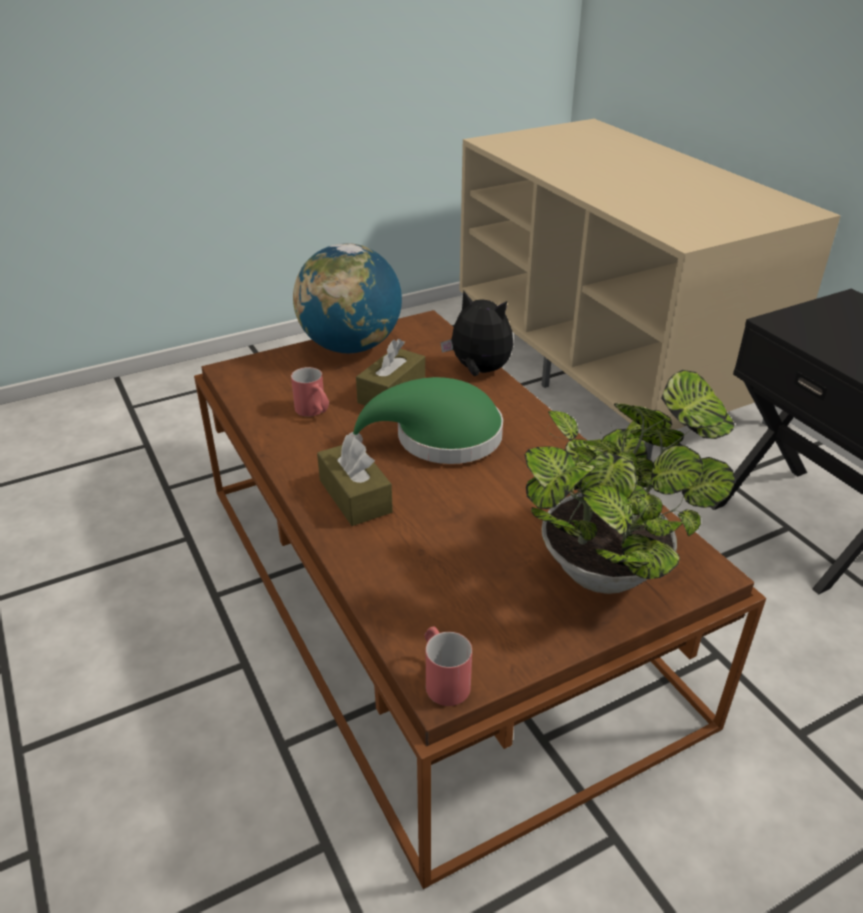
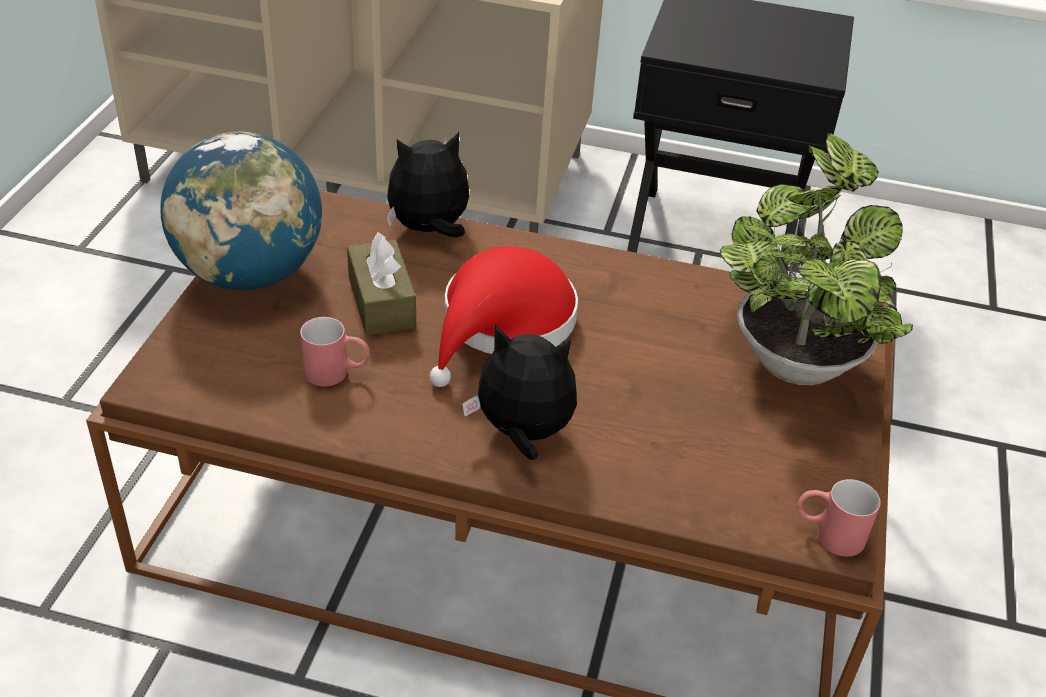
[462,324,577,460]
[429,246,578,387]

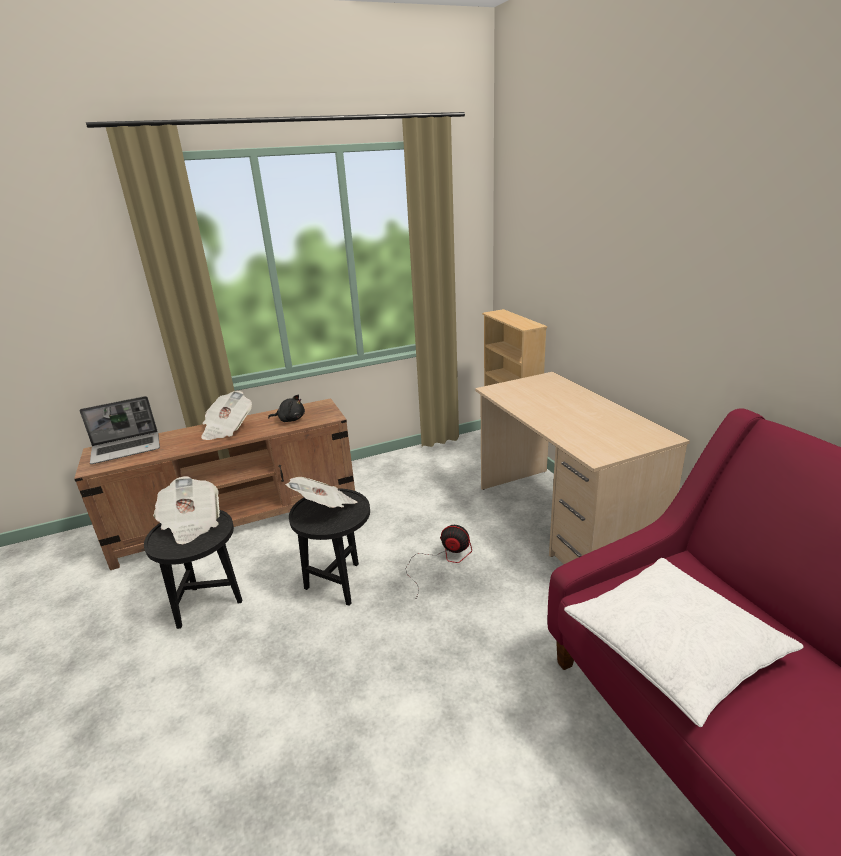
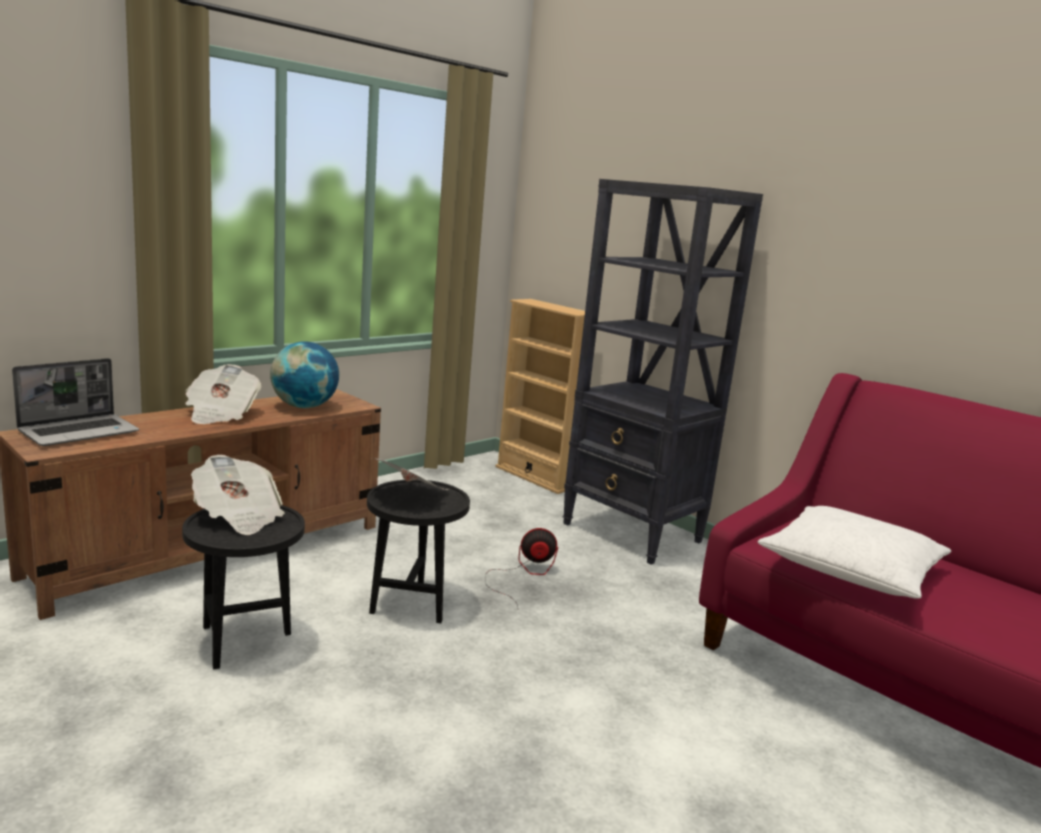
[270,341,339,408]
[563,179,763,565]

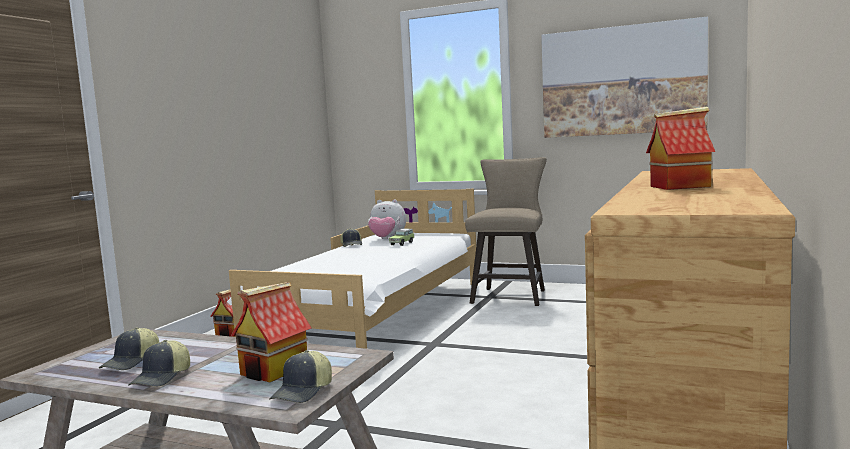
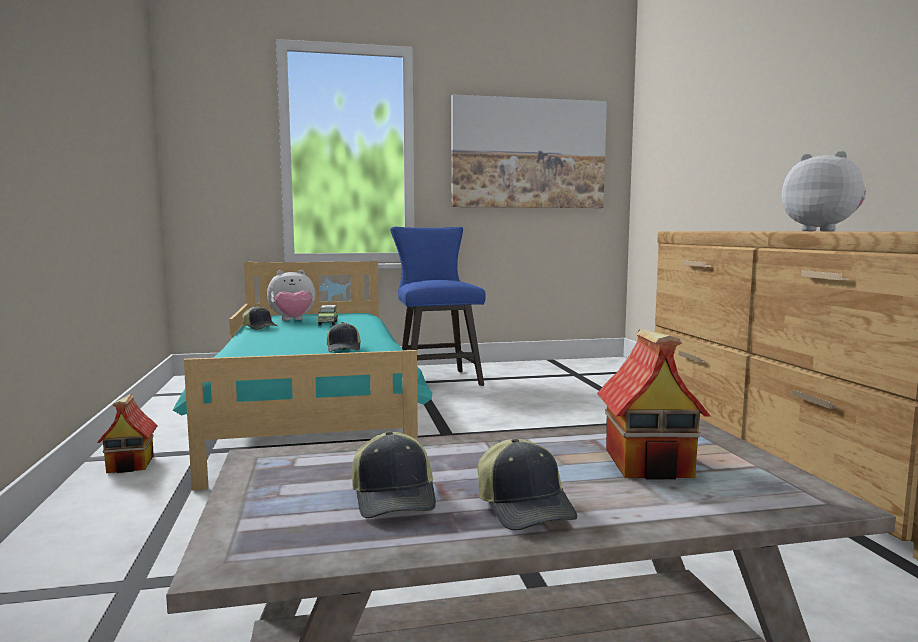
[327,322,361,352]
[782,150,866,231]
[173,261,432,491]
[390,227,486,386]

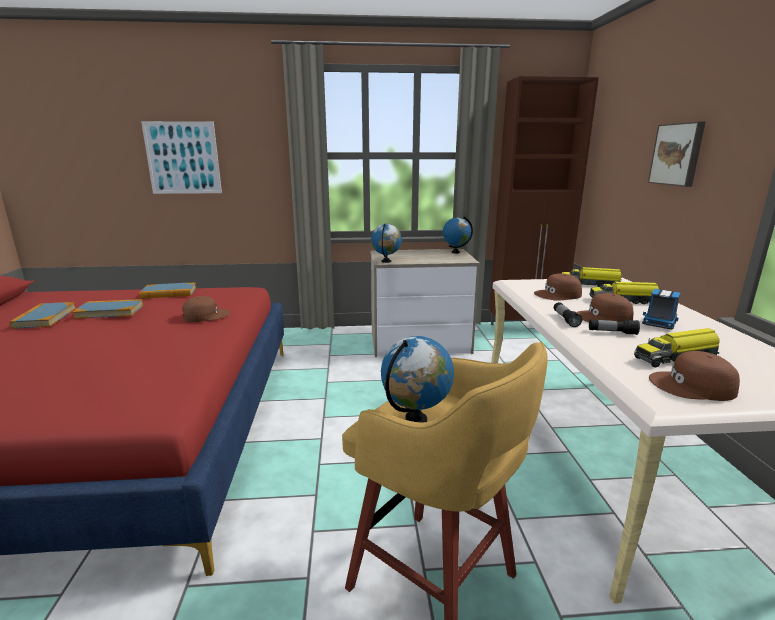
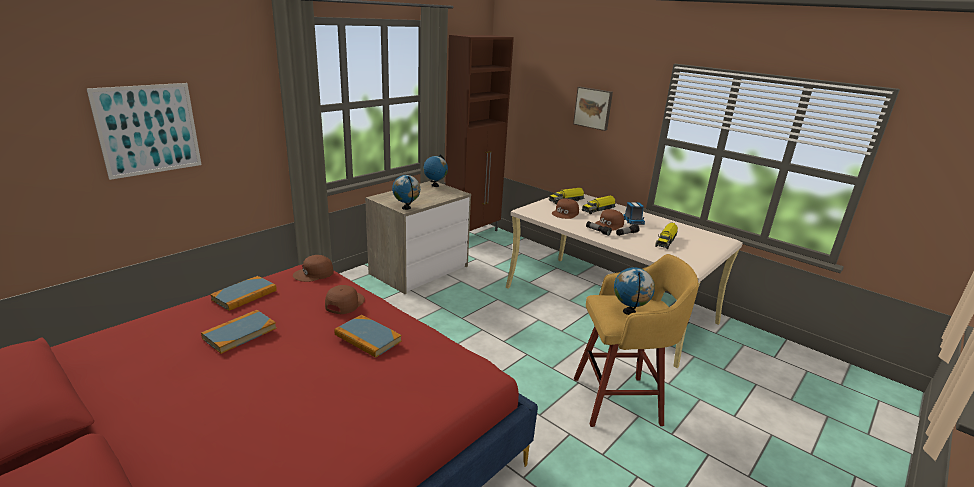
[334,315,402,358]
[293,255,333,282]

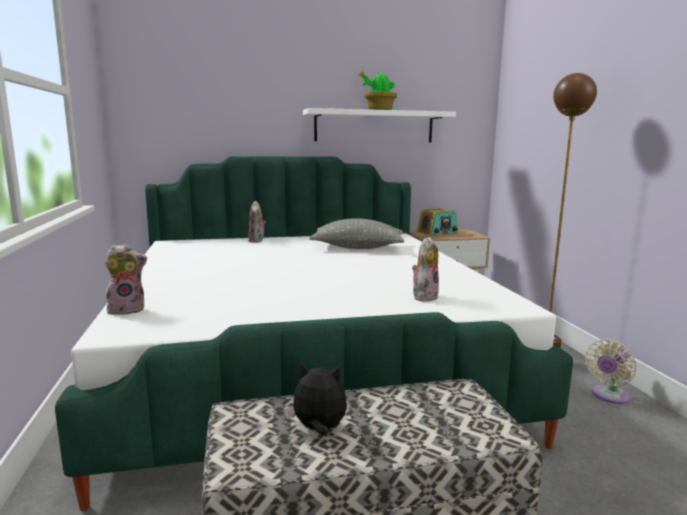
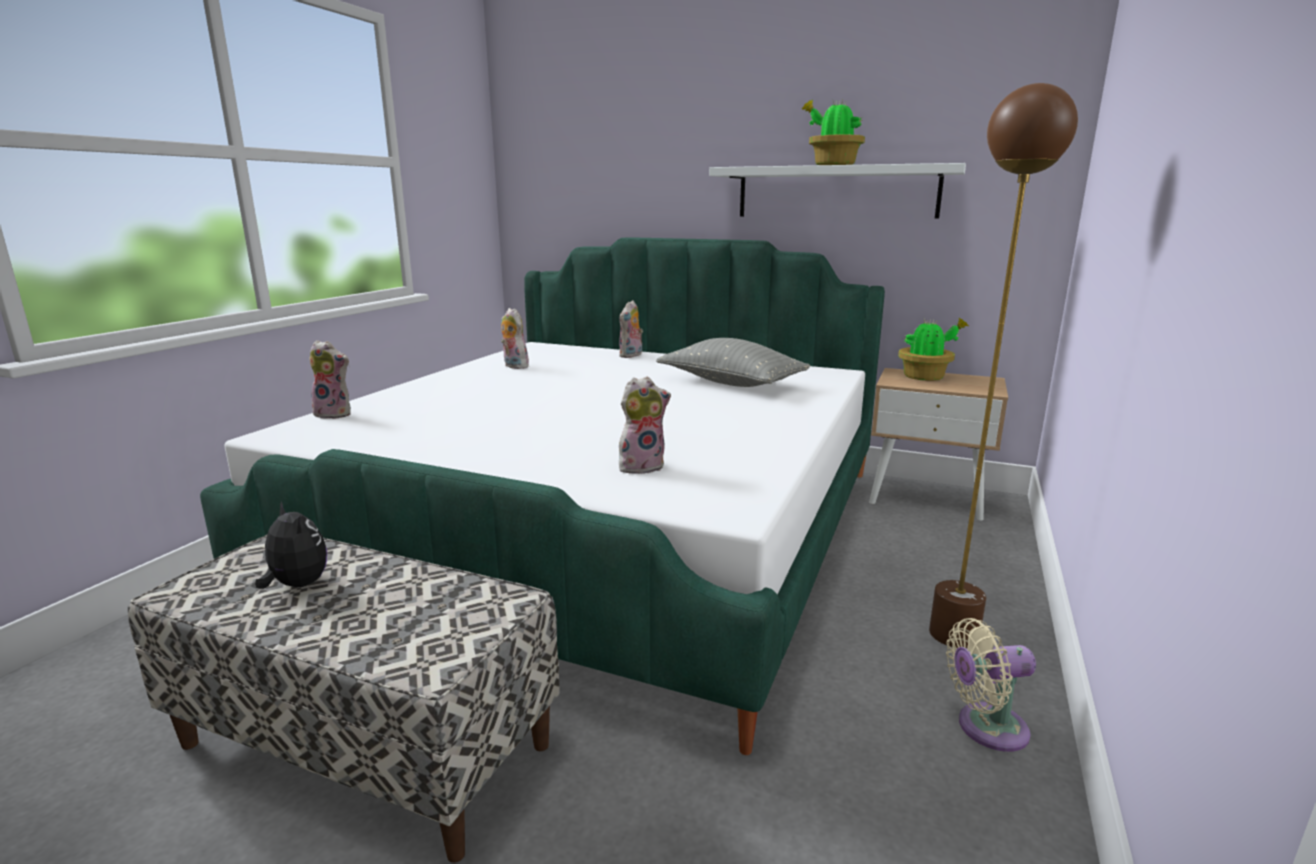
[501,308,529,369]
[898,318,969,381]

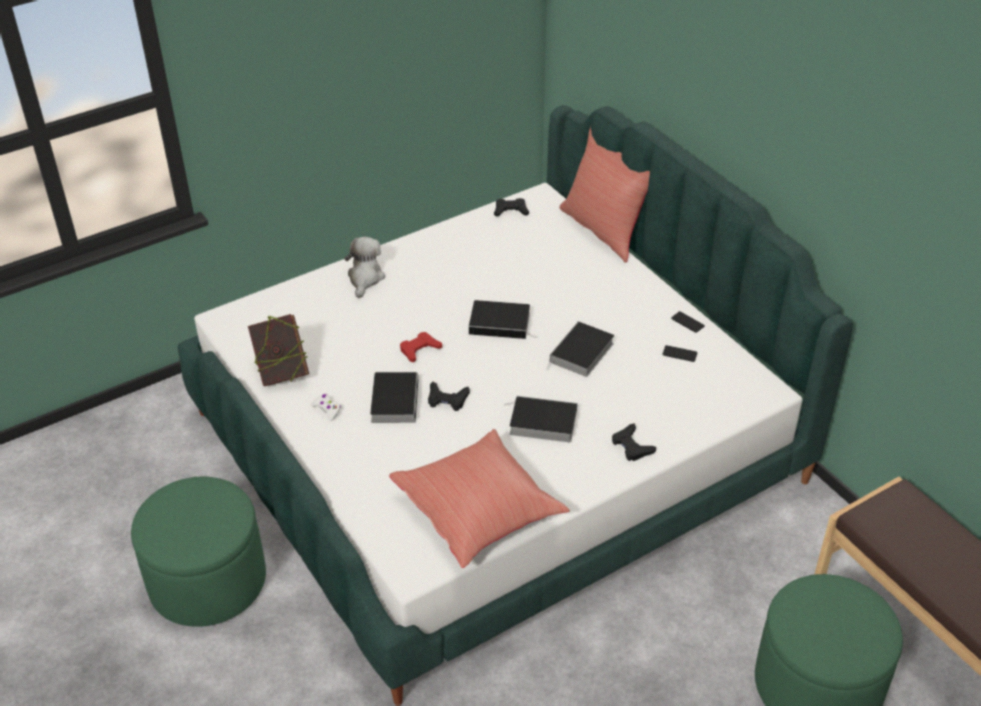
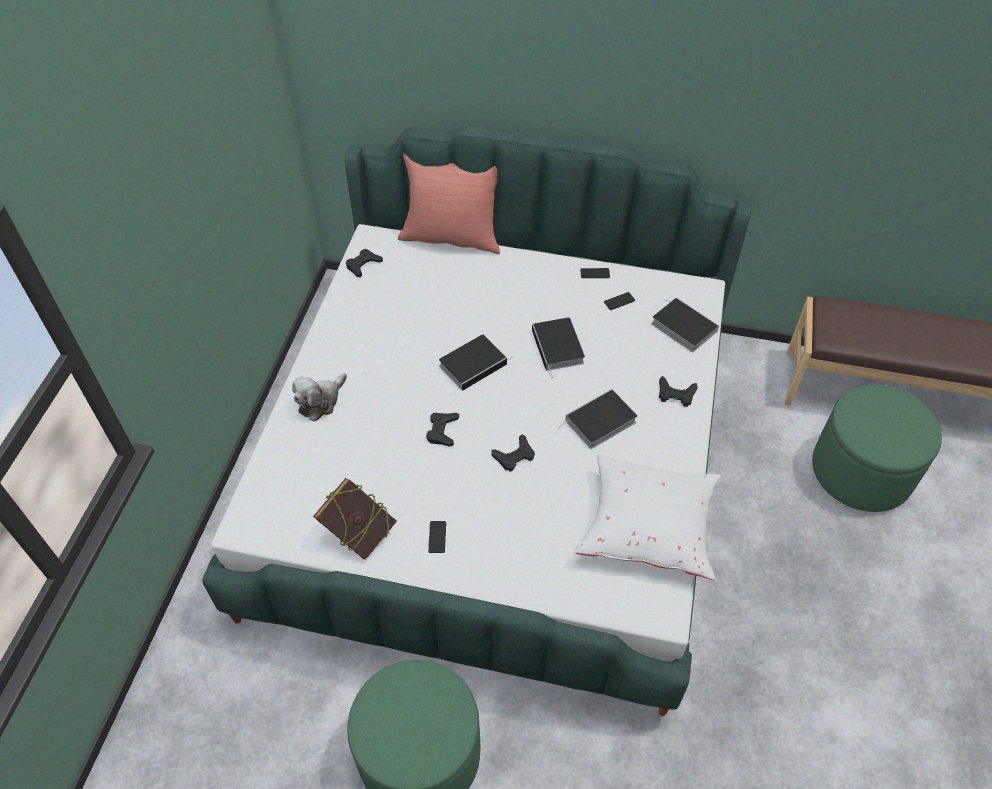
[651,297,719,352]
[428,521,446,553]
[574,454,721,580]
[426,413,459,447]
[292,373,347,422]

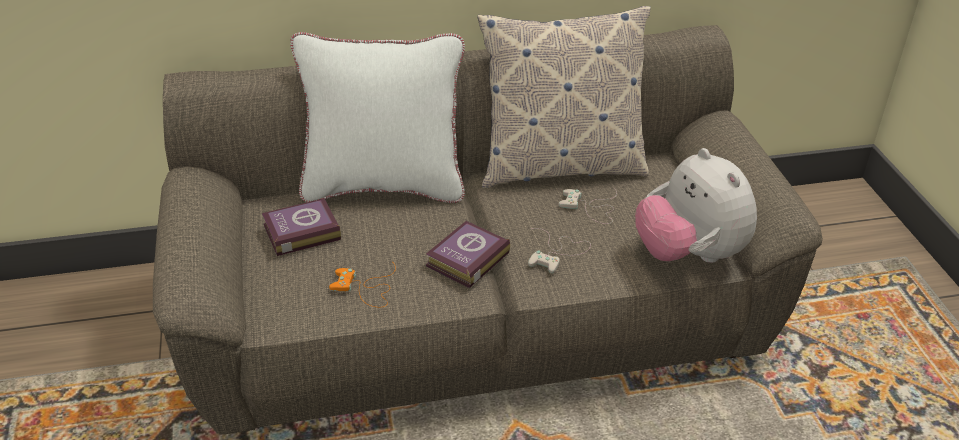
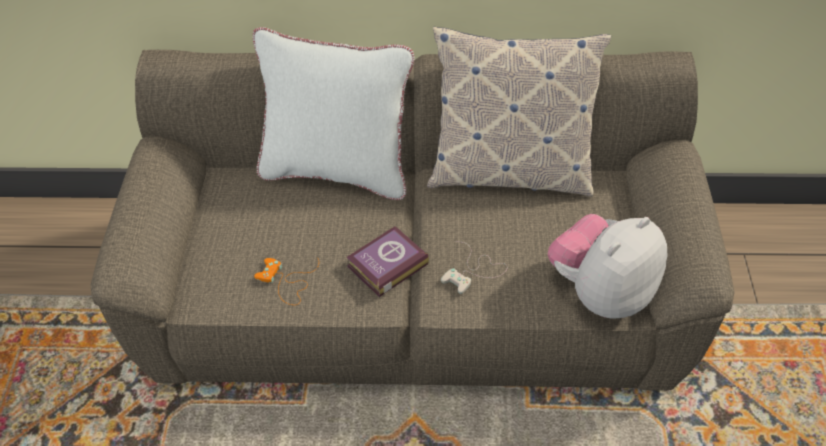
[262,198,341,256] (first image)
[559,187,617,224] (first image)
[548,214,667,319]

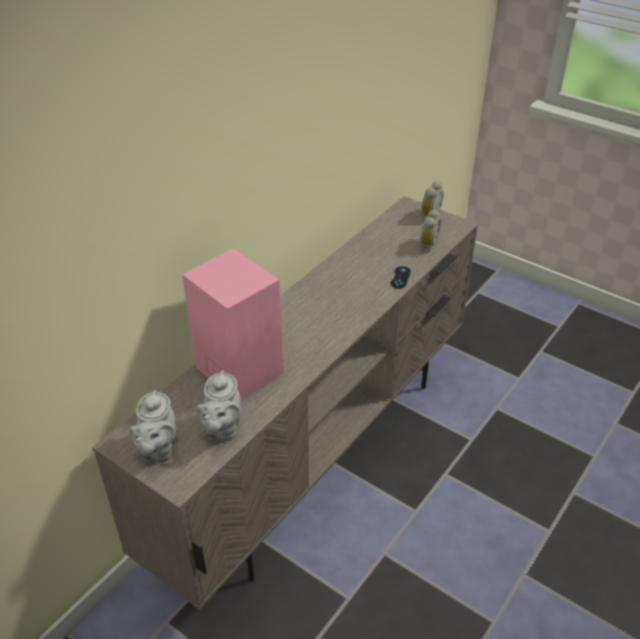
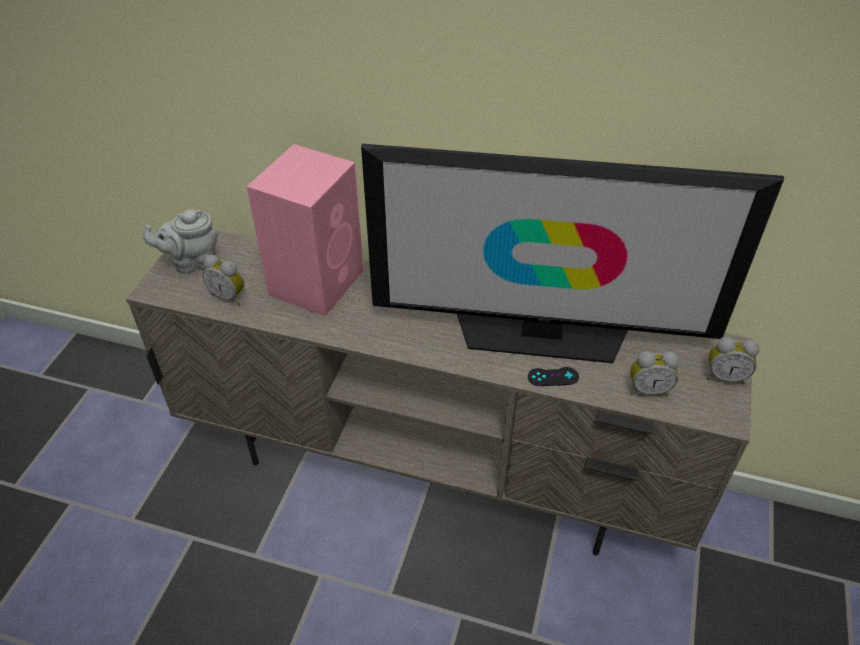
[361,144,784,363]
[203,255,244,305]

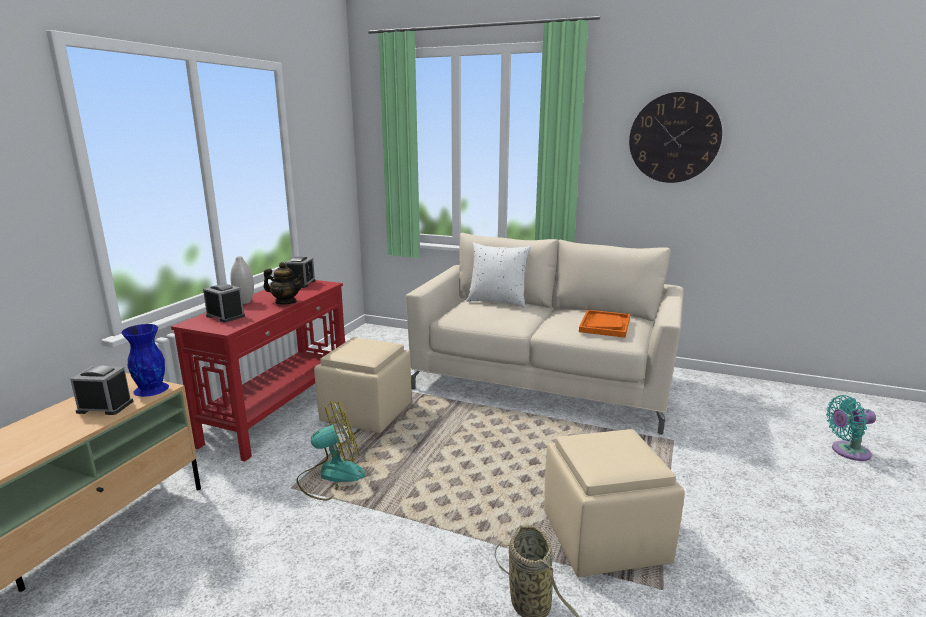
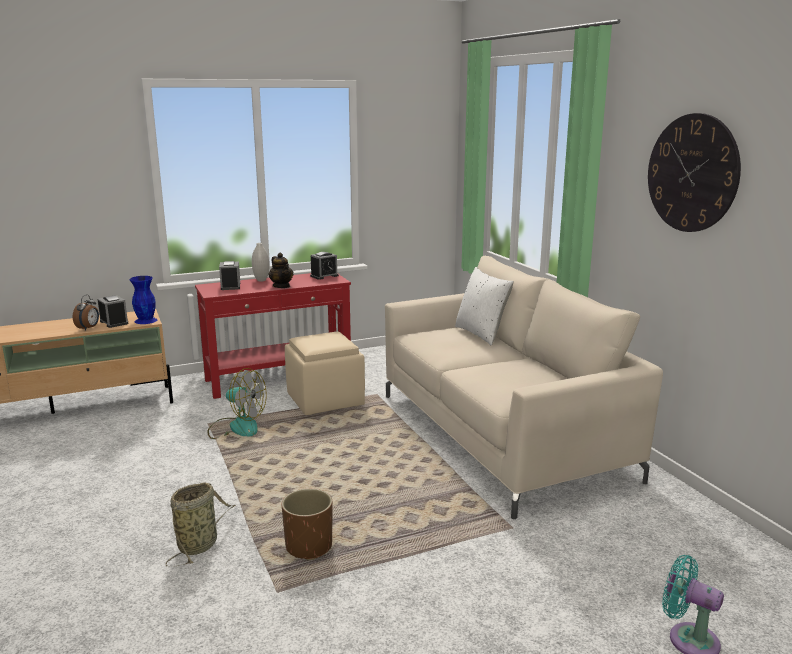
[579,310,630,338] (first image)
[73,295,99,331]
[281,489,332,560]

